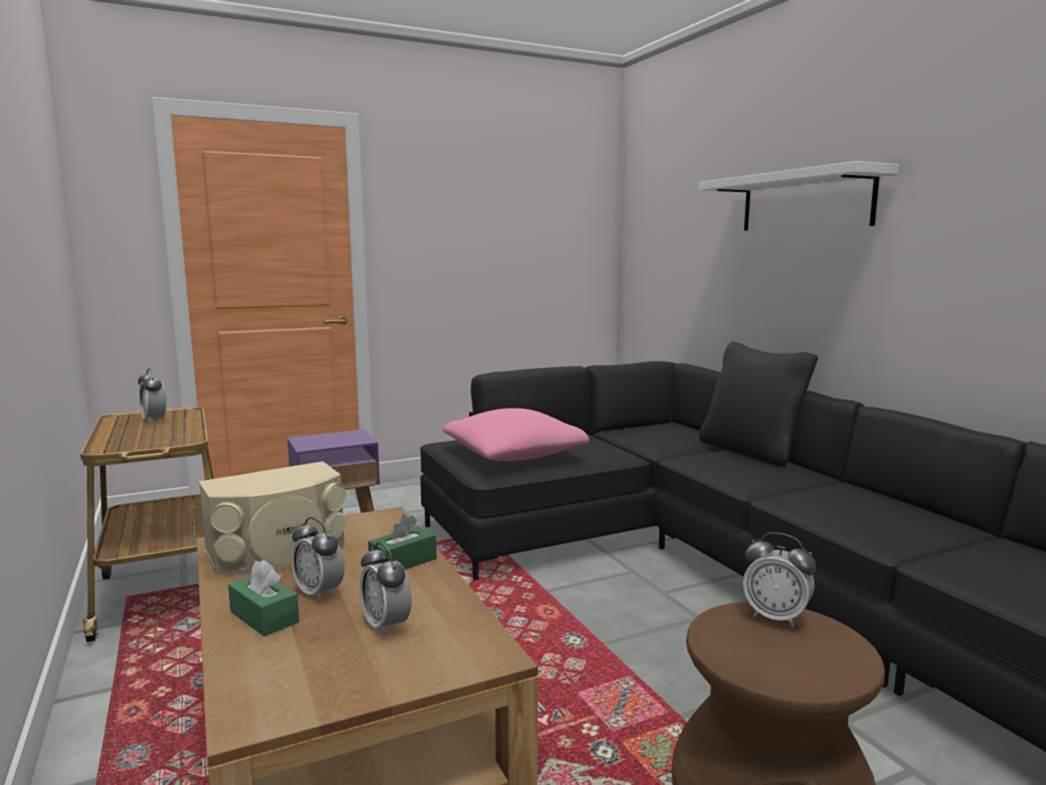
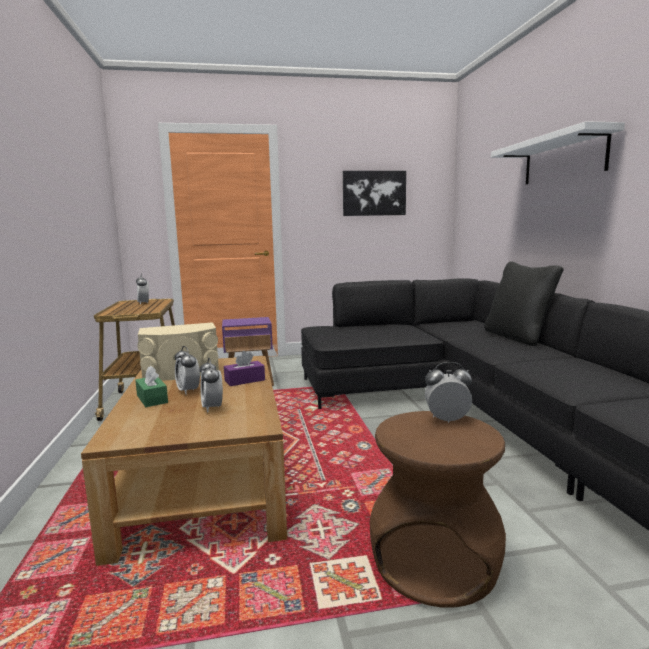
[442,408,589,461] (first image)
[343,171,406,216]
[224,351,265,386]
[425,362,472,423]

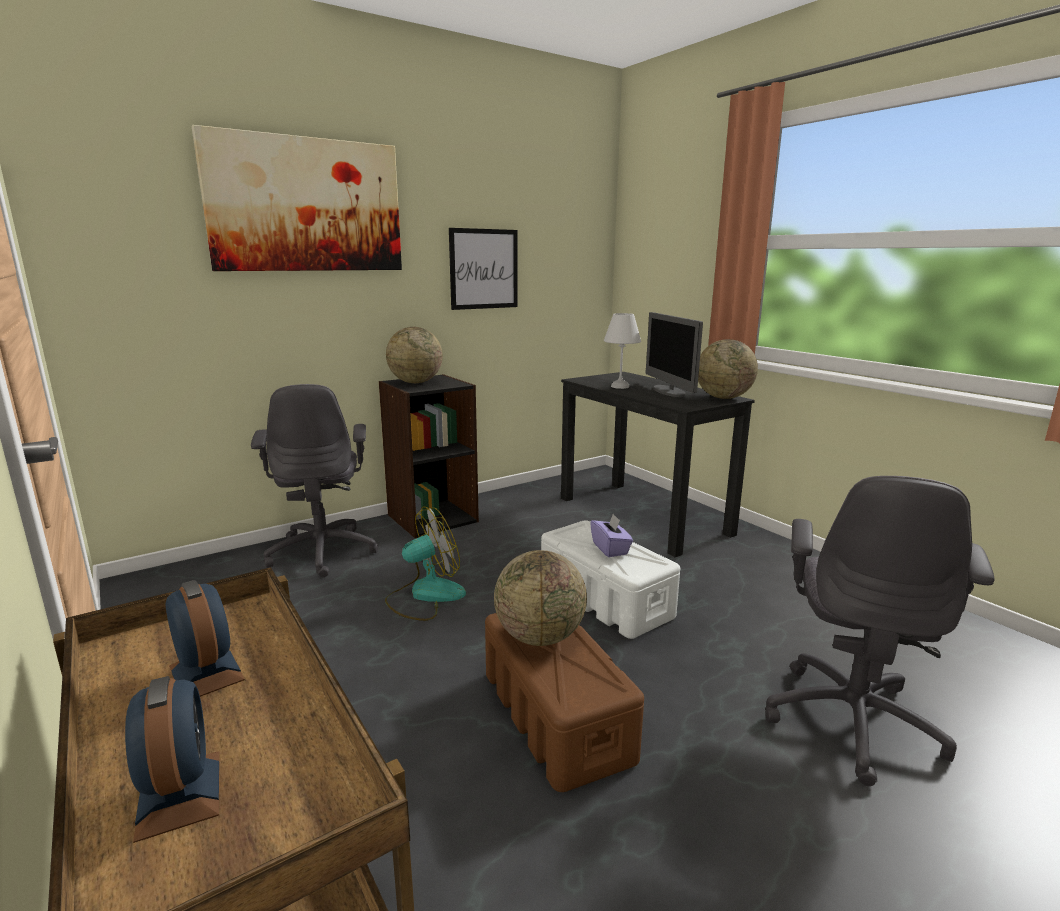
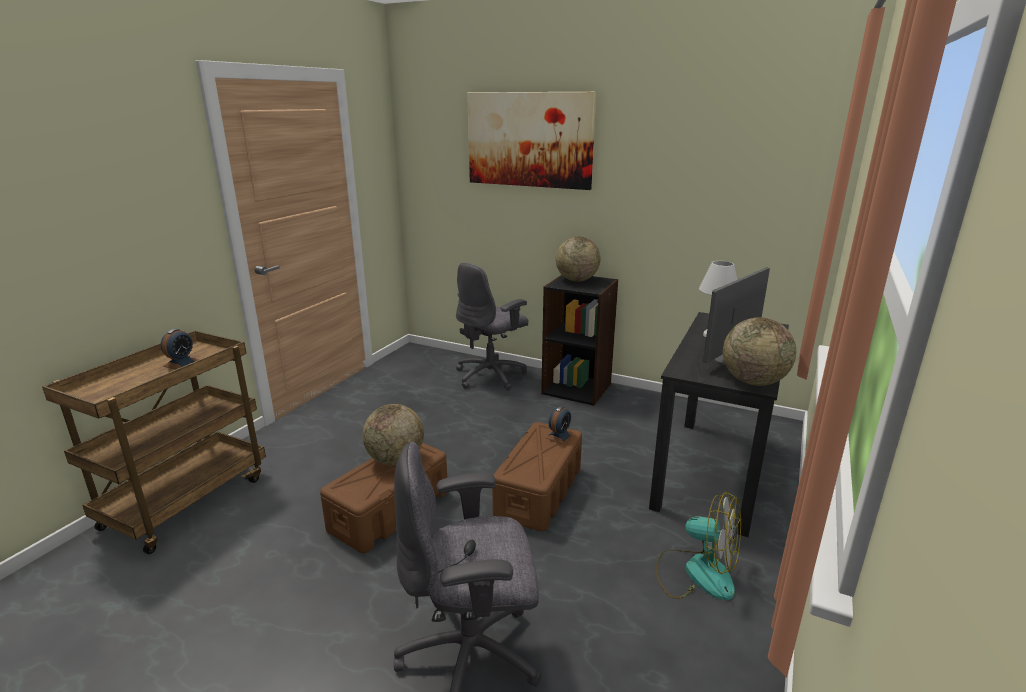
[449,228,517,310] (first image)
[590,514,633,557] (first image)
[546,406,573,444]
[656,492,741,600]
[492,422,582,531]

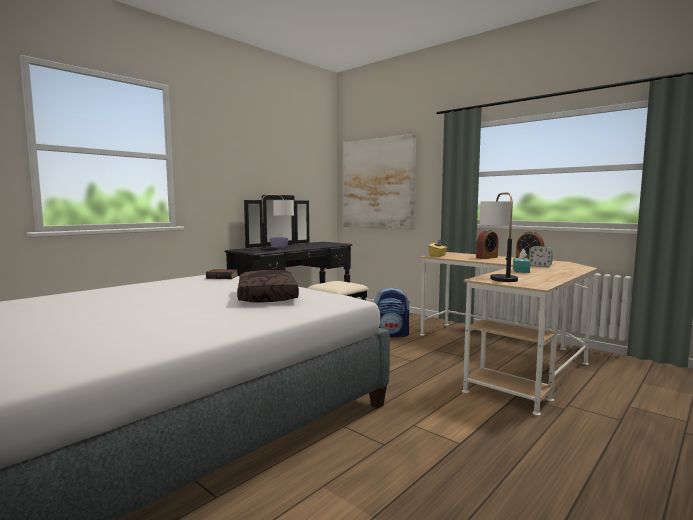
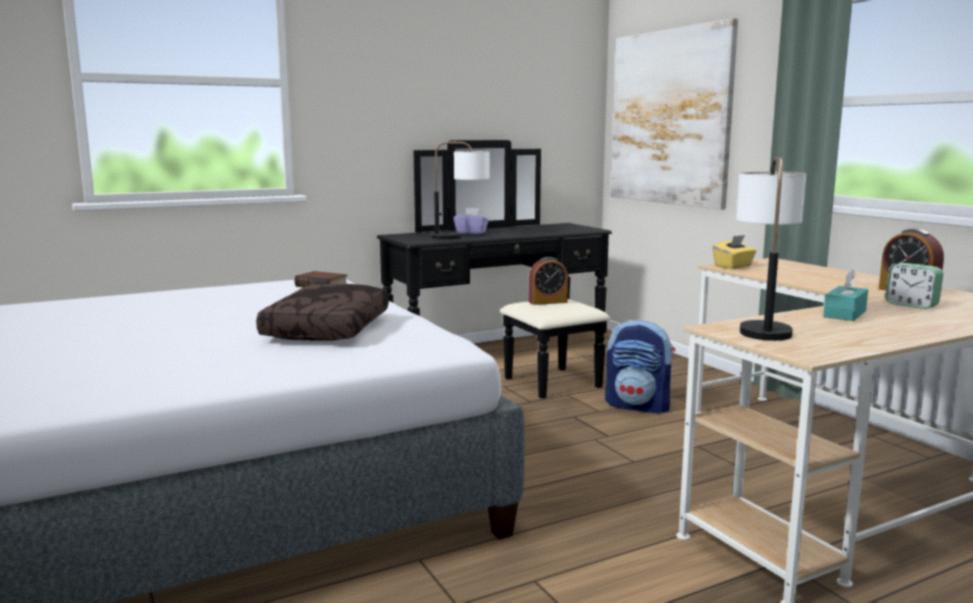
[529,257,568,305]

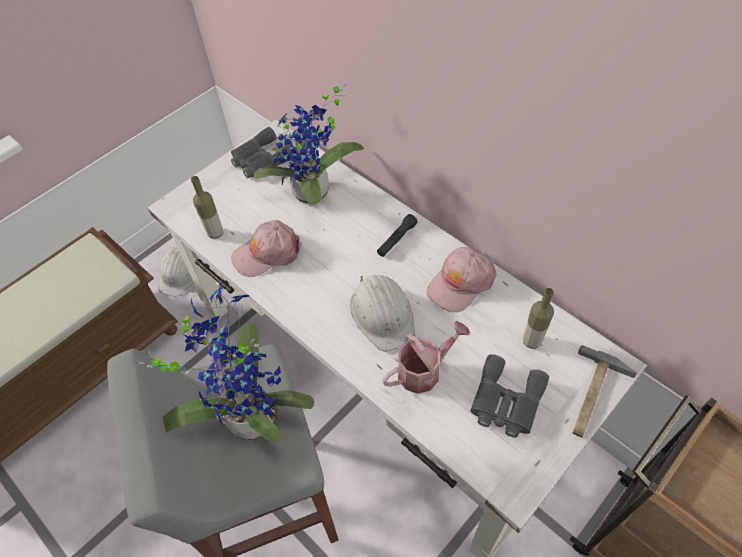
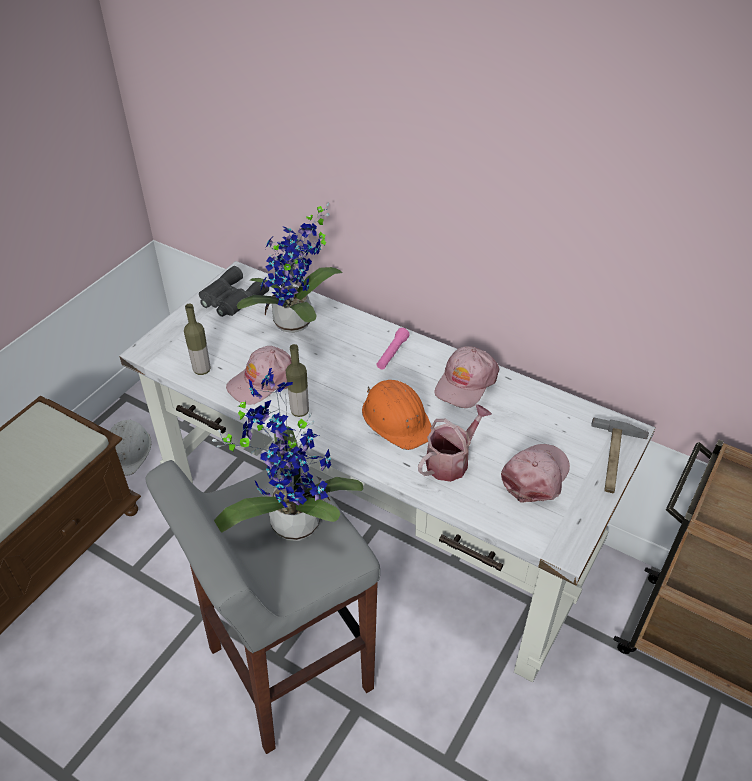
[286,344,309,417]
[501,444,570,503]
[362,380,432,450]
[376,328,410,370]

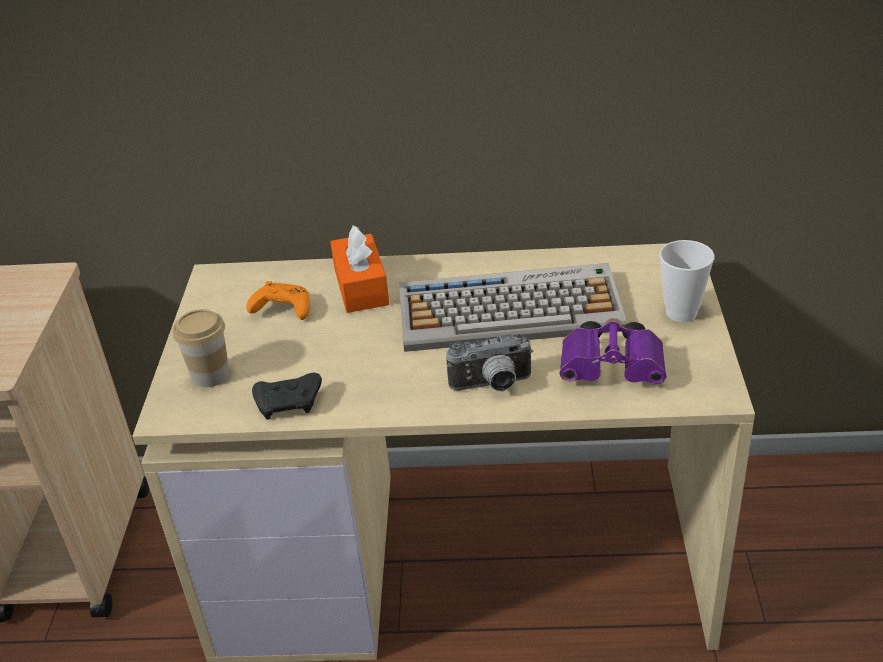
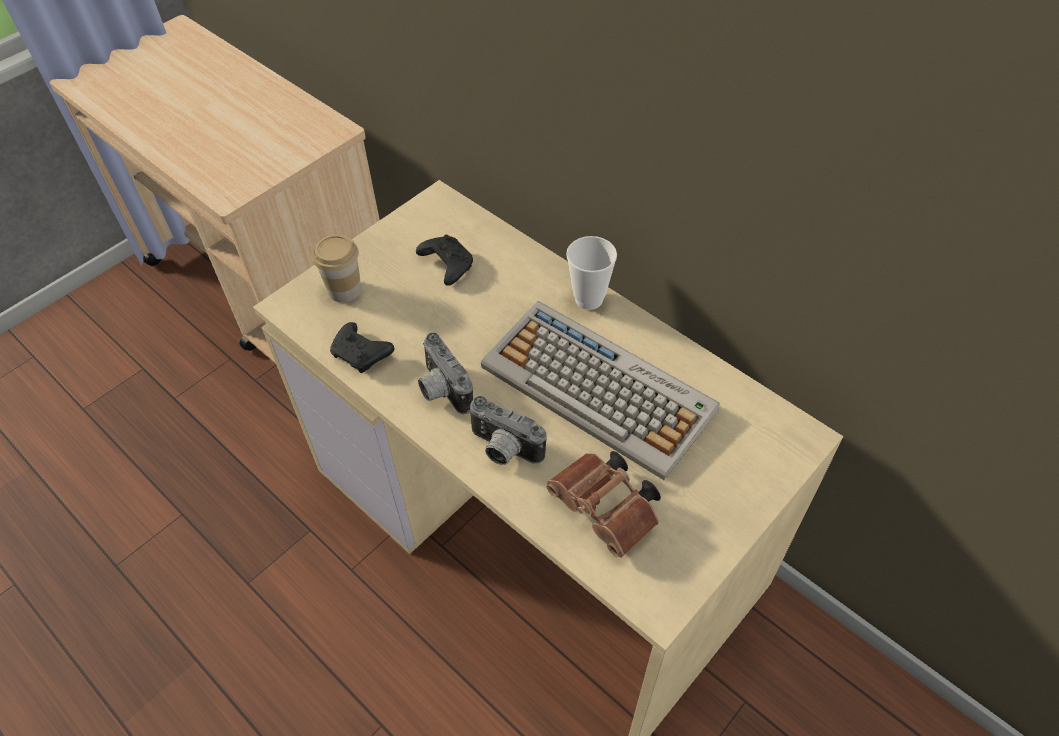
[330,225,389,313] (first image)
[418,333,473,414]
[566,236,617,310]
[416,235,473,286]
[547,451,661,557]

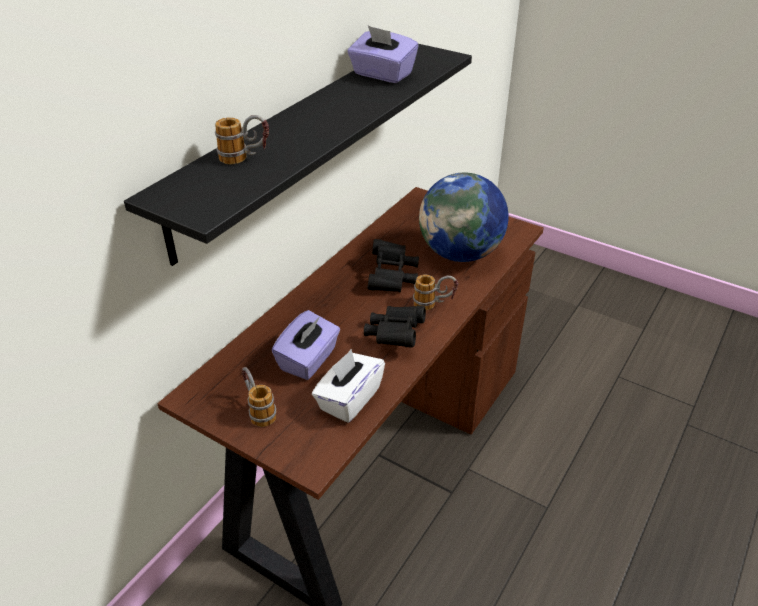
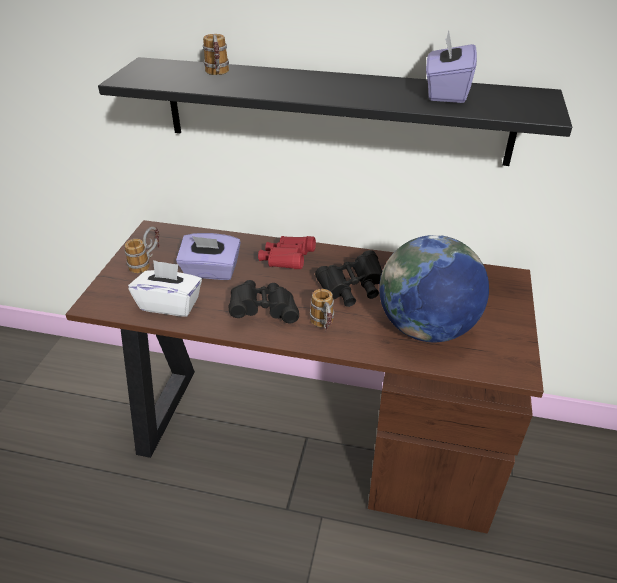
[258,236,316,269]

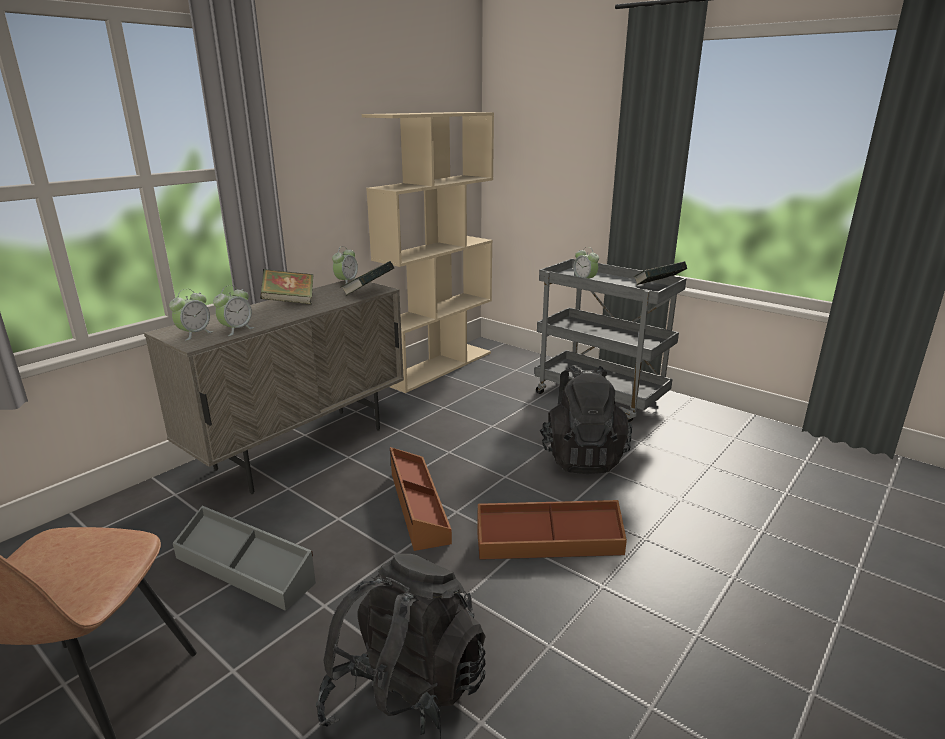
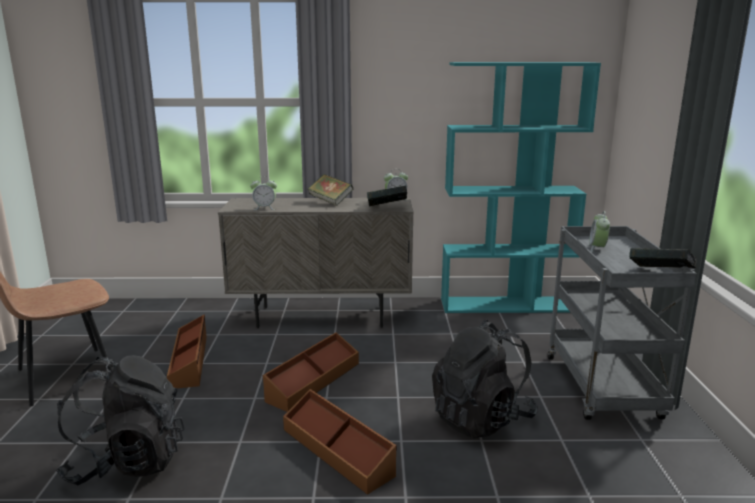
[169,289,214,341] (first image)
[167,315,207,388]
[441,62,601,313]

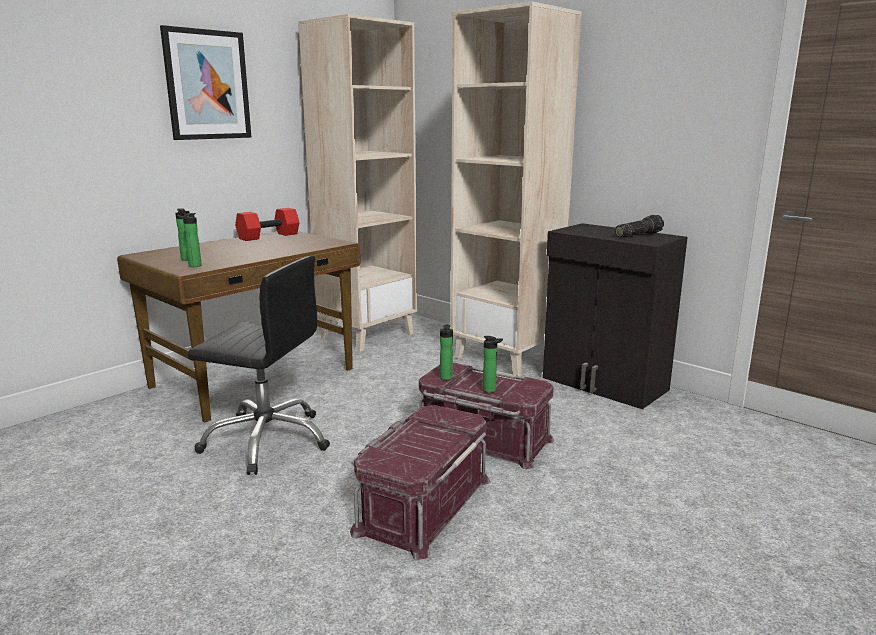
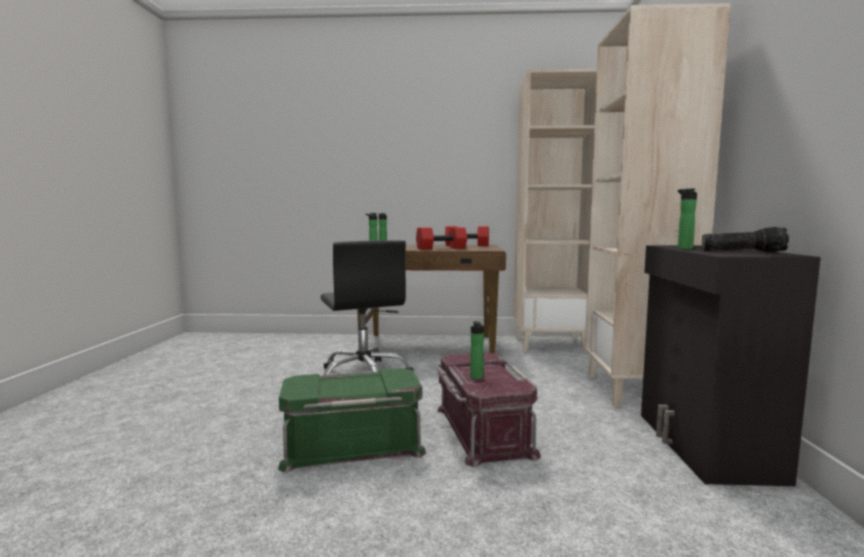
[160,25,251,140] (first image)
[416,227,467,250]
[678,189,697,249]
[278,368,426,473]

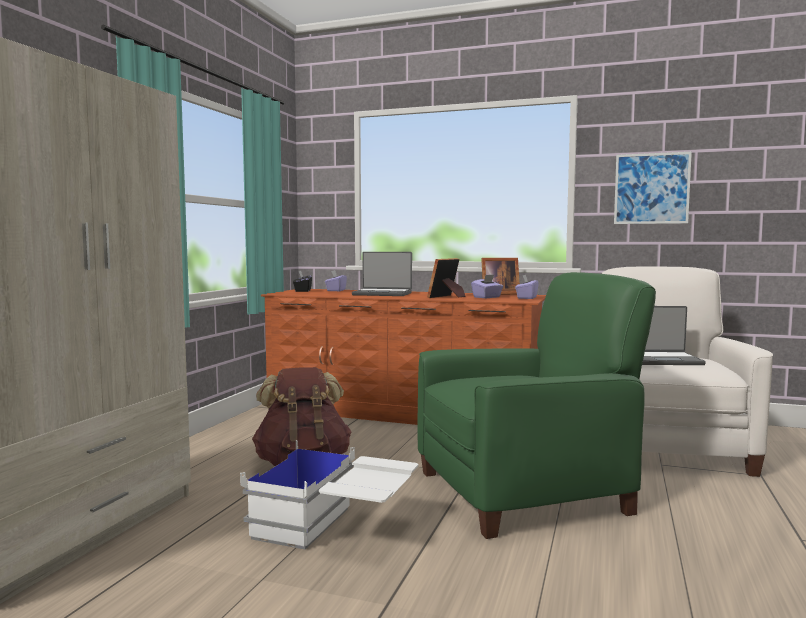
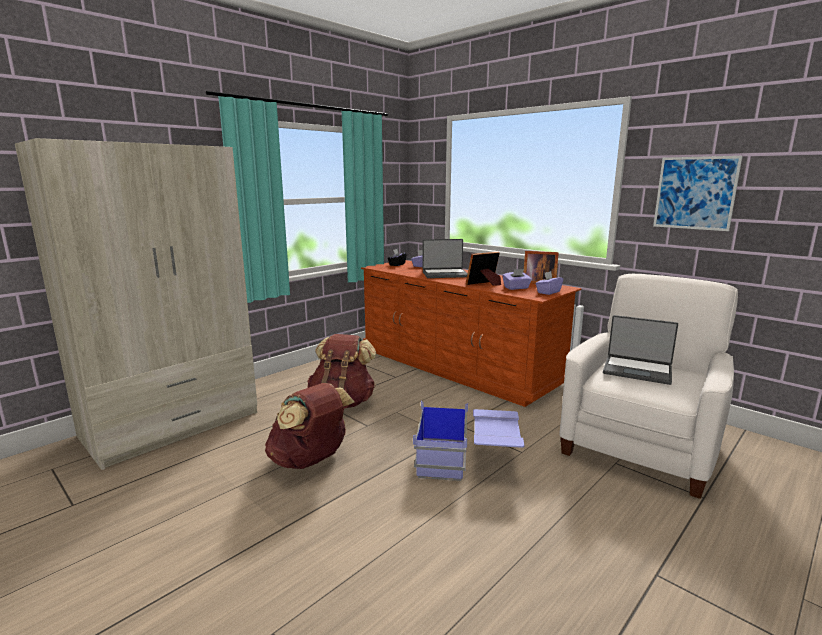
[265,383,354,469]
[413,401,525,481]
[422,239,468,278]

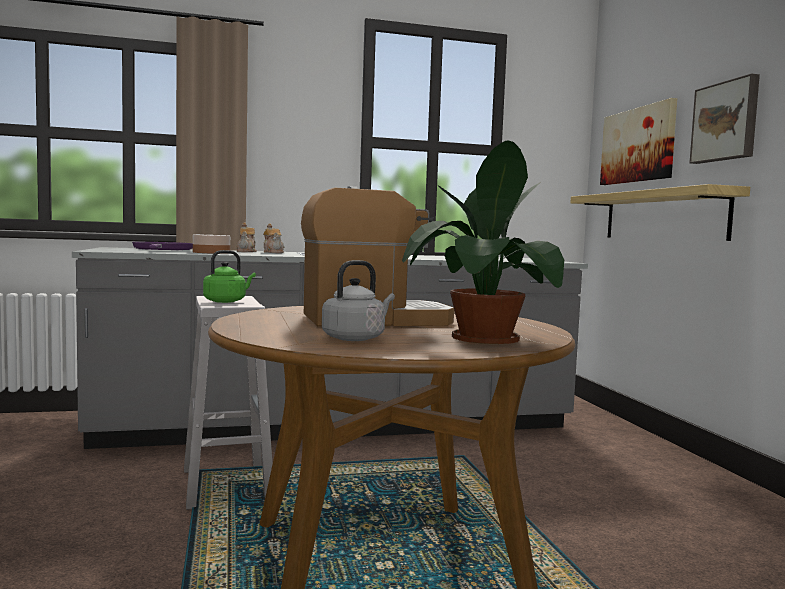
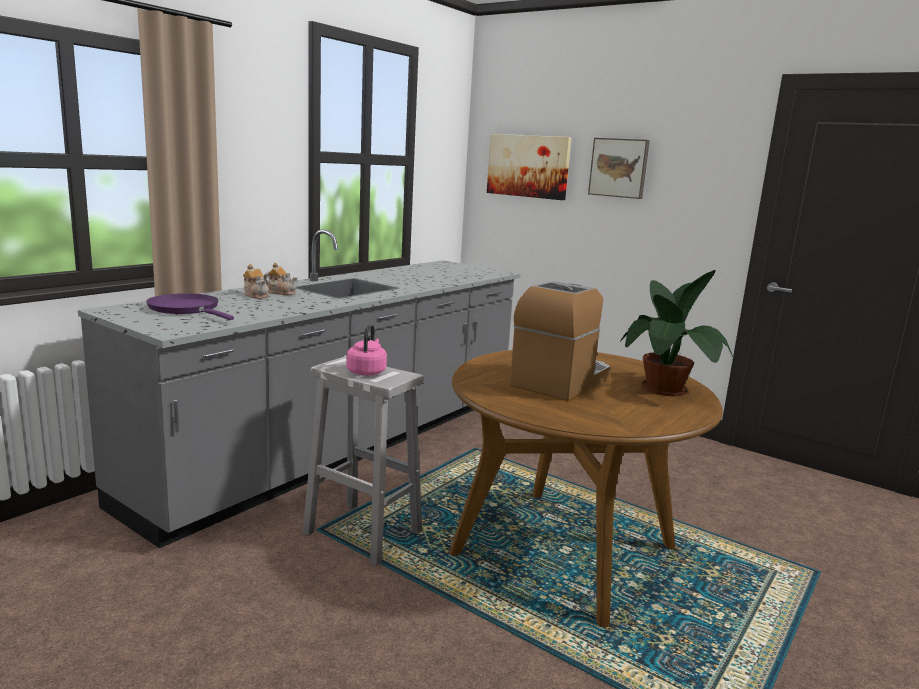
[193,234,230,254] (first image)
[322,260,395,341] (first image)
[570,184,750,241] (first image)
[346,324,387,376]

